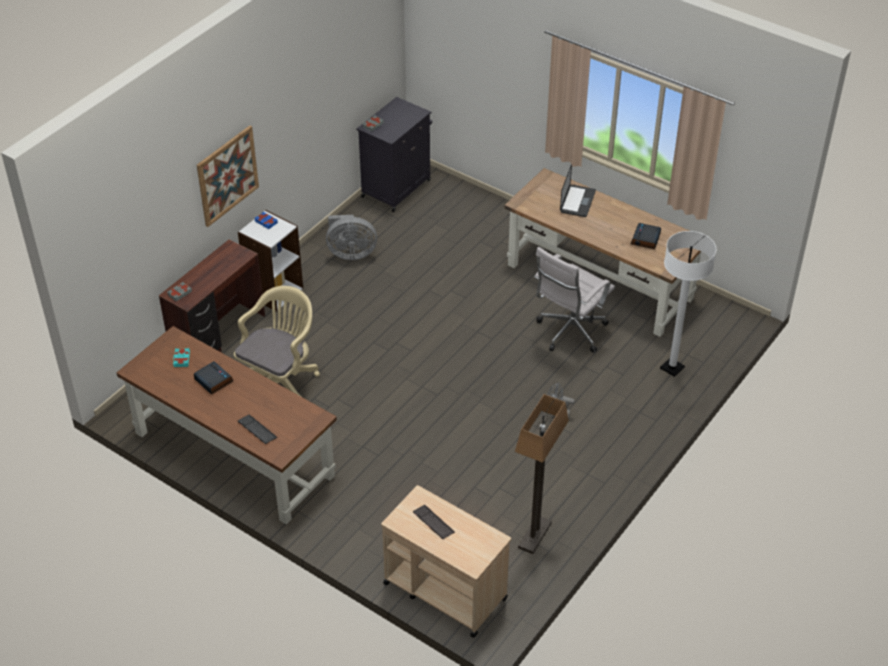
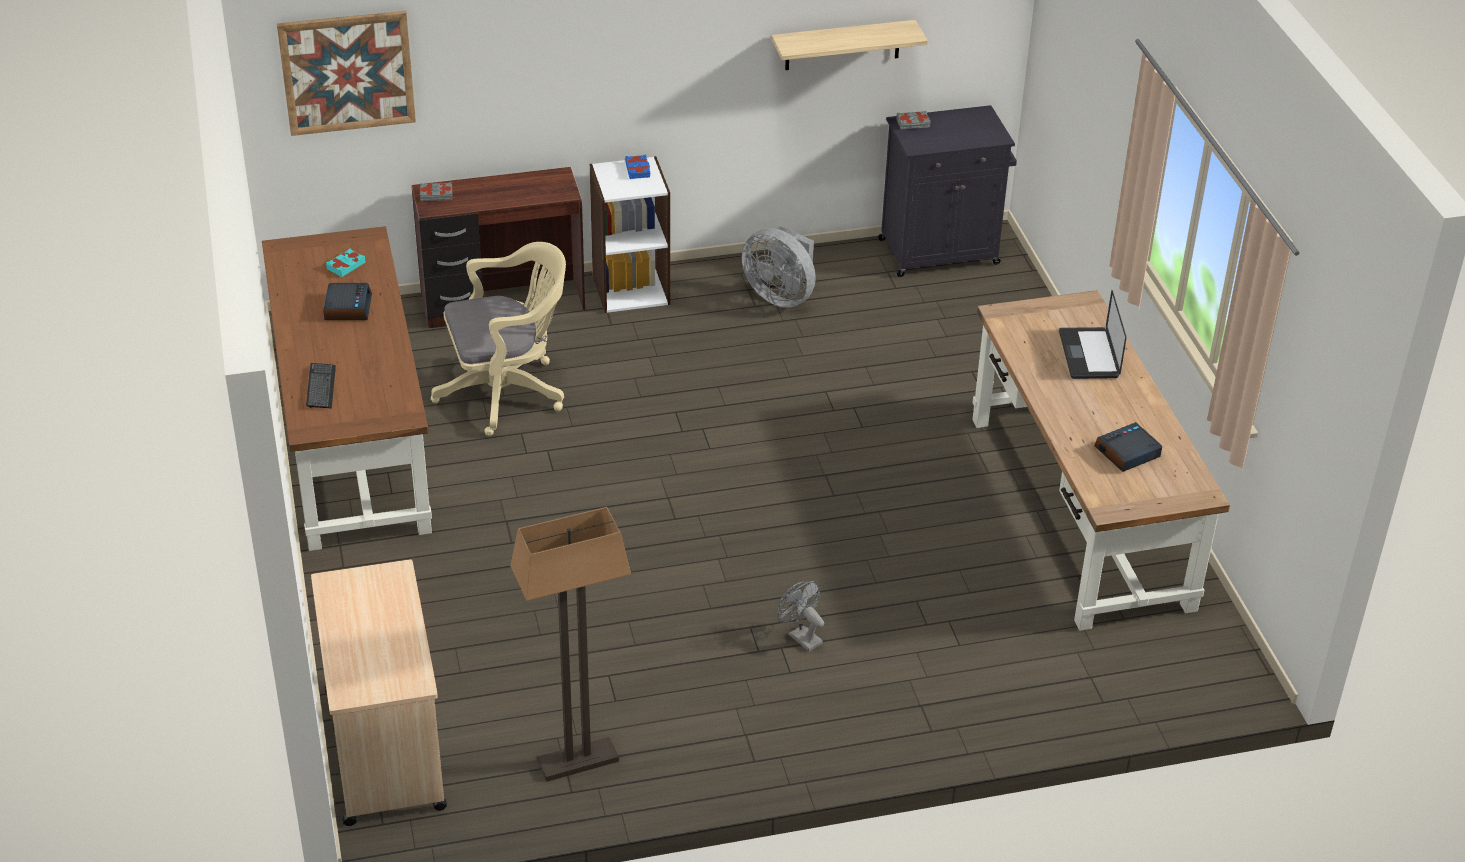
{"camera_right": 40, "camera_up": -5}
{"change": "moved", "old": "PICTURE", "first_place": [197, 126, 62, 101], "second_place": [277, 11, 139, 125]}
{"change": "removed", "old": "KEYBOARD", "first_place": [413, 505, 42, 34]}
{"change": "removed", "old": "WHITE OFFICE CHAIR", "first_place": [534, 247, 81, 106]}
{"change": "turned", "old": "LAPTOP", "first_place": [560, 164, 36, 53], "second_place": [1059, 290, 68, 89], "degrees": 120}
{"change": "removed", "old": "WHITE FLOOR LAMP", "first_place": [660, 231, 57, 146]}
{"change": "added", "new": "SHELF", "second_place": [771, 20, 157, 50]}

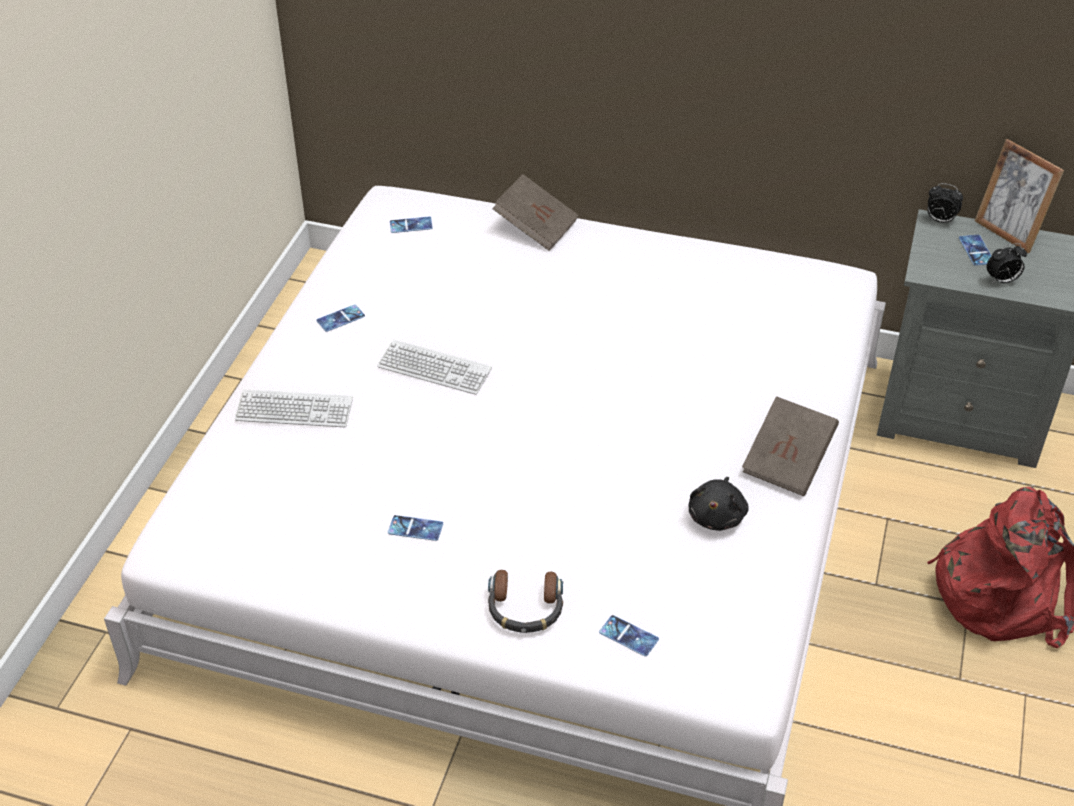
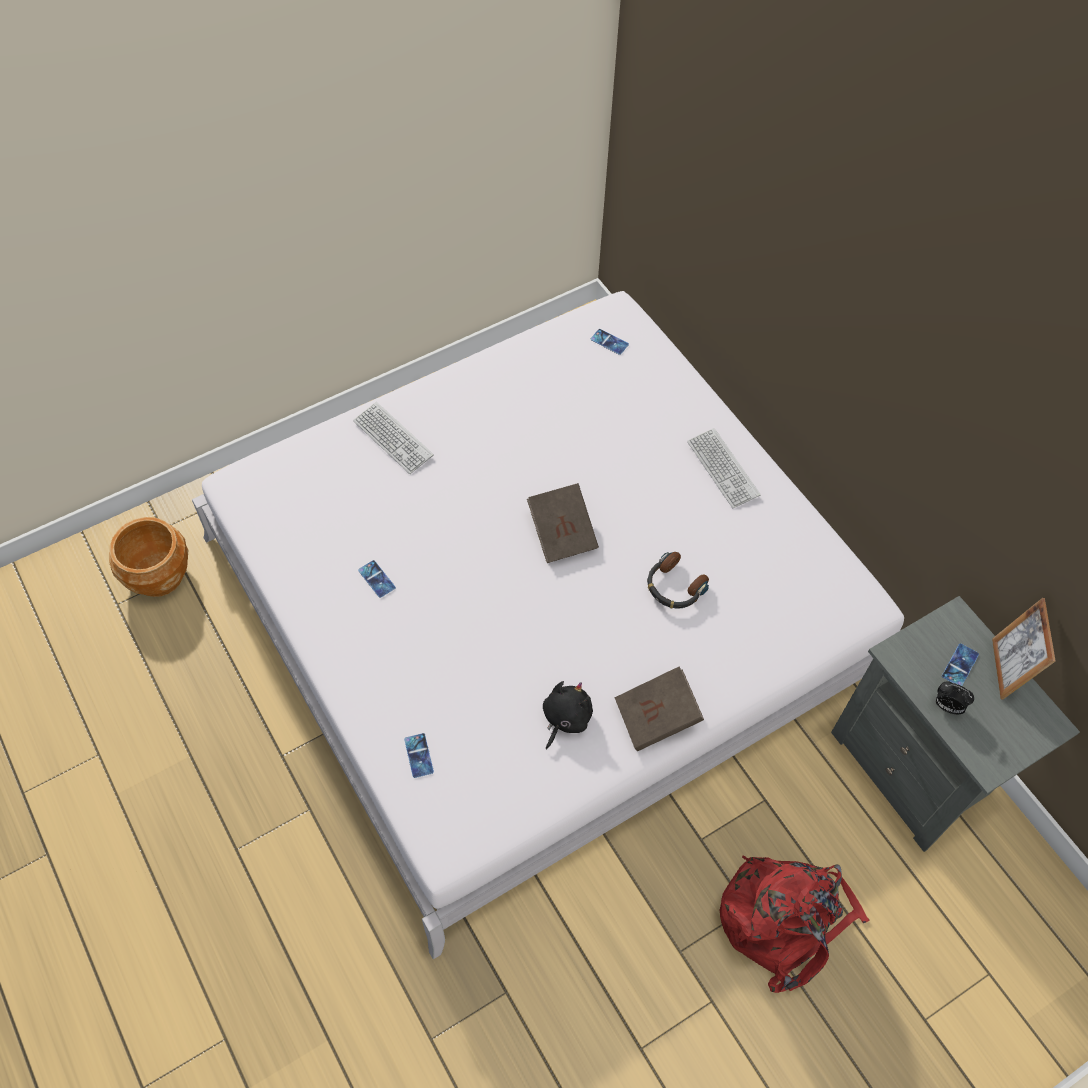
{"camera_right": 40, "camera_up": 15}
{"change": "removed", "old": "PHONE", "first_place": [316, 305, 49, 27]}
{"change": "moved", "old": "KEYBOARD", "first_place": [377, 339, 115, 56], "second_place": [687, 428, 74, 80]}
{"change": "moved", "old": "HEADPHONES", "first_place": [488, 570, 75, 63], "second_place": [647, 552, 62, 57]}
{"change": "moved", "old": "BROWN BOOK", "first_place": [492, 174, 87, 77], "second_place": [527, 483, 72, 80]}
{"change": "turned", "old": "BLACK PLUSH TOY", "first_place": [689, 477, 60, 54], "second_place": [543, 681, 50, 69], "degrees": 150}
{"change": "removed", "old": "ALARM CLOCK", "first_place": [927, 183, 36, 41]}
{"change": "added", "new": "BROWN PLANTER", "second_place": [109, 517, 79, 80]}

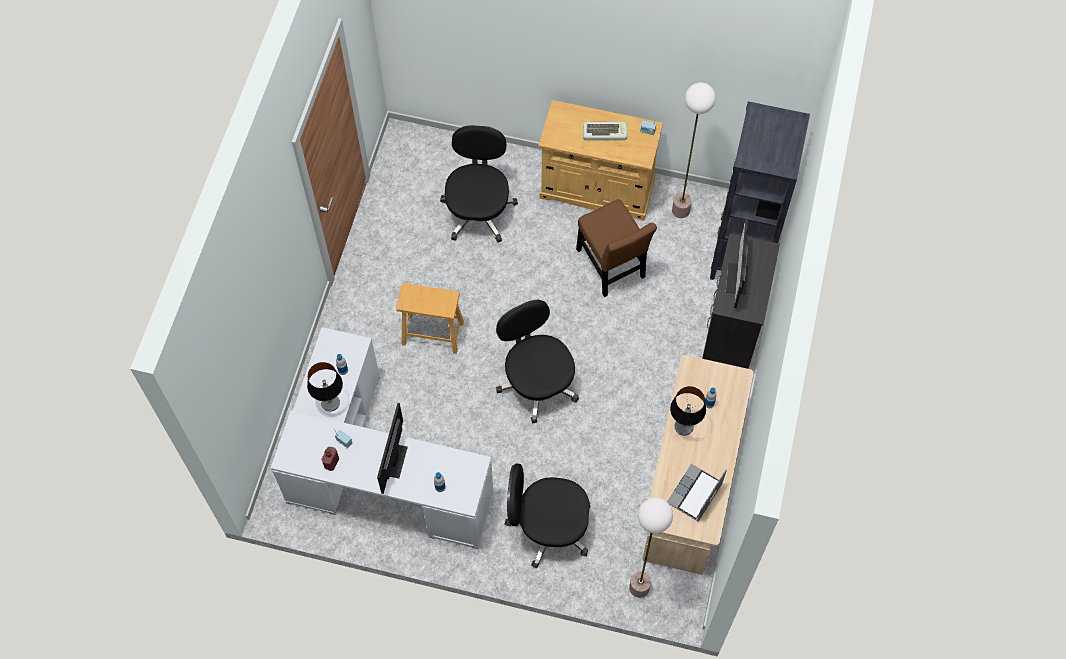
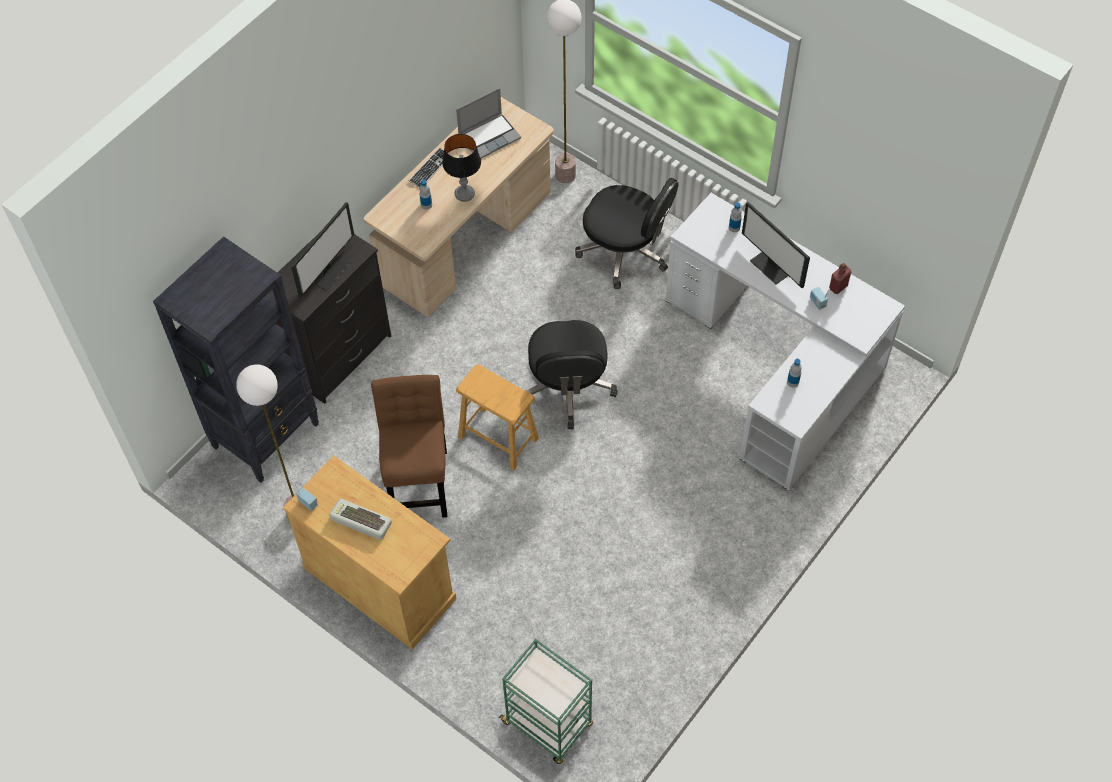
{"camera_right": -155, "camera_up": -5}
{"change": "removed", "old": "TABLE LAMP", "first_place": [307, 362, 36, 50]}
{"change": "turned", "old": "MONITOR", "first_place": [377, 403, 31, 91], "second_place": [742, 202, 68, 86], "degrees": 105}
{"change": "moved", "old": "BROWN STOOL", "first_place": [396, 283, 68, 71], "second_place": [456, 364, 83, 106]}
{"change": "removed", "old": "BLACK OFFICE CHAIR", "first_place": [440, 125, 78, 118]}
{"change": "added", "new": "KEYBOARD", "second_place": [408, 147, 43, 42]}
{"change": "added", "new": "GREEN CART", "second_place": [499, 639, 94, 125]}

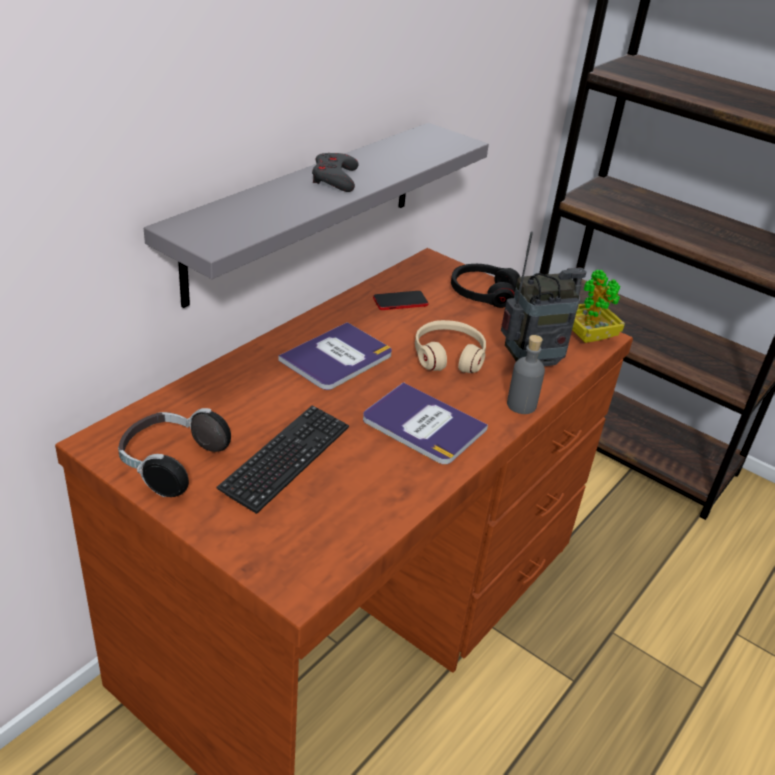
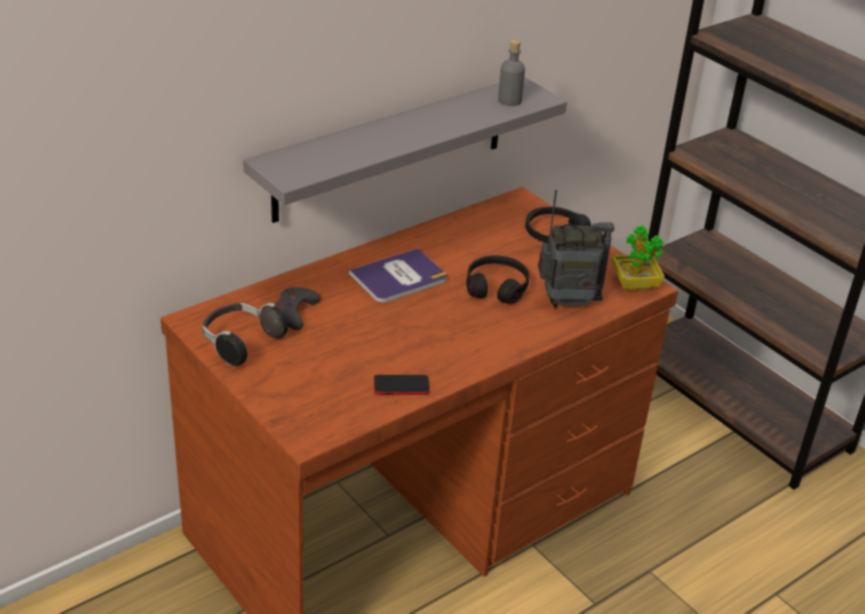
{"camera_right": 15, "camera_up": 0}
{"change": "removed", "old": "KEYBOARD", "first_place": [216, 405, 133, 109]}
{"change": "moved", "old": "GREY GAME CONTROLLER", "first_place": [312, 153, 47, 39], "second_place": [275, 287, 45, 43]}
{"change": "removed", "old": "BOOK", "first_place": [363, 382, 125, 83]}
{"change": "moved", "old": "PHONE", "first_place": [373, 291, 55, 19], "second_place": [374, 375, 56, 20]}
{"change": "recoloured", "old": "BEIGE HEADPHONES", "new": "BLACK HEADPHONES", "first_place": [415, 320, 71, 53], "second_place": [466, 255, 63, 49]}
{"change": "moved", "old": "GREY BOTTLE", "first_place": [507, 335, 38, 79], "second_place": [498, 40, 27, 66]}

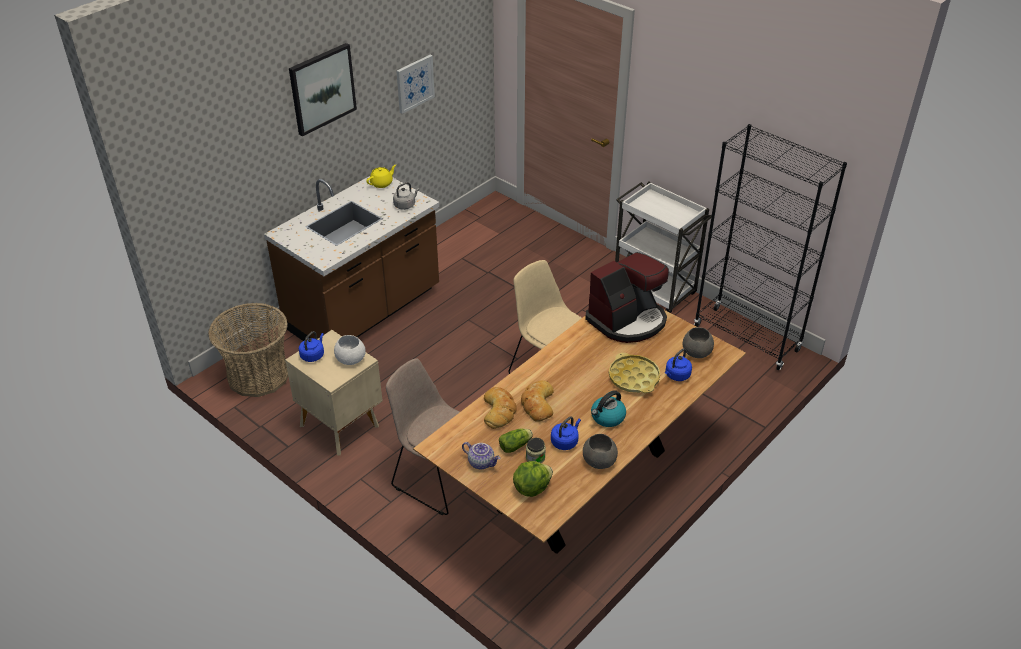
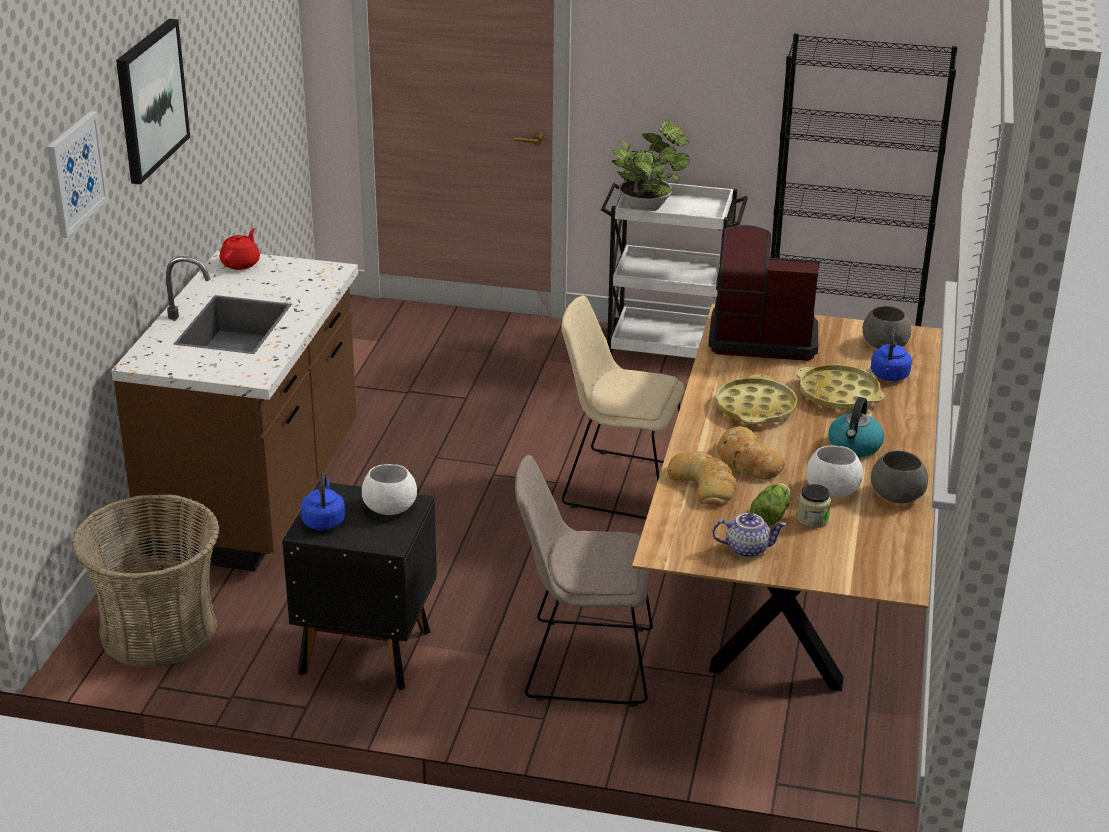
{"camera_right": -30, "camera_up": -10}
{"change": "recoloured", "old": "BEIGE NIGHTSTAND", "new": "BLACK NIGHTSTAND", "first_place": [285, 330, 98, 126], "second_place": [282, 481, 155, 209]}
{"change": "recoloured", "old": "YELLOW TEAPOT", "new": "RED TEAPOT", "first_place": [366, 165, 30, 23], "second_place": [220, 228, 40, 42]}
{"change": "removed", "old": "GREY KETTLE", "first_place": [393, 182, 26, 28]}
{"change": "moved", "old": "PICTURE", "first_place": [396, 55, 39, 59], "second_place": [47, 111, 62, 127]}
{"change": "removed", "old": "LETTUCE", "first_place": [513, 461, 40, 36]}
{"change": "replaced", "old": "BLUE KETTLE", "new": "WHITE BOWL", "first_place": [551, 416, 30, 34], "second_place": [806, 446, 57, 52]}
{"change": "turned", "old": "COFFEE MACHINE", "first_place": [585, 252, 84, 91], "second_place": [708, 225, 112, 136], "degrees": -105}
{"change": "added", "new": "POTTED PLANT", "second_place": [612, 120, 78, 91]}
{"change": "added", "new": "YELLOW TRAY", "second_place": [716, 374, 82, 50]}

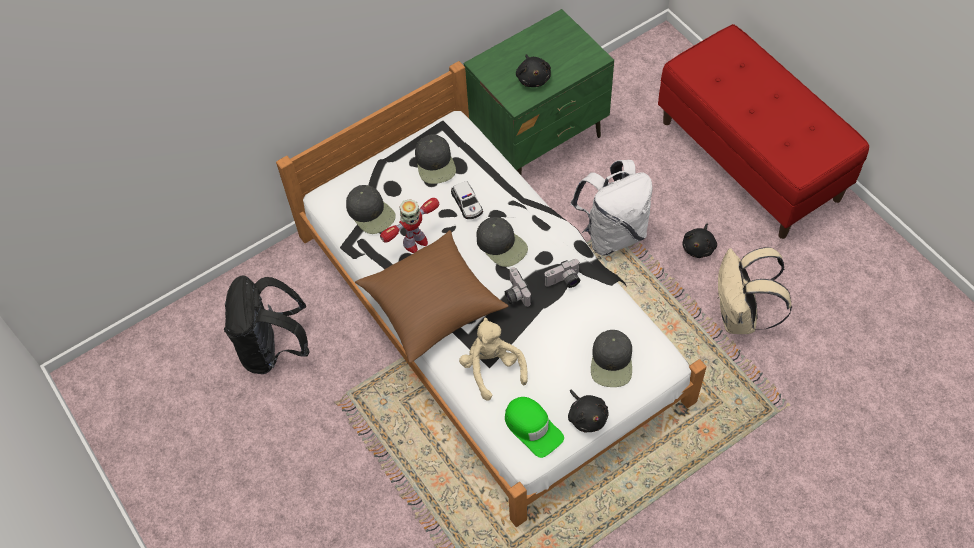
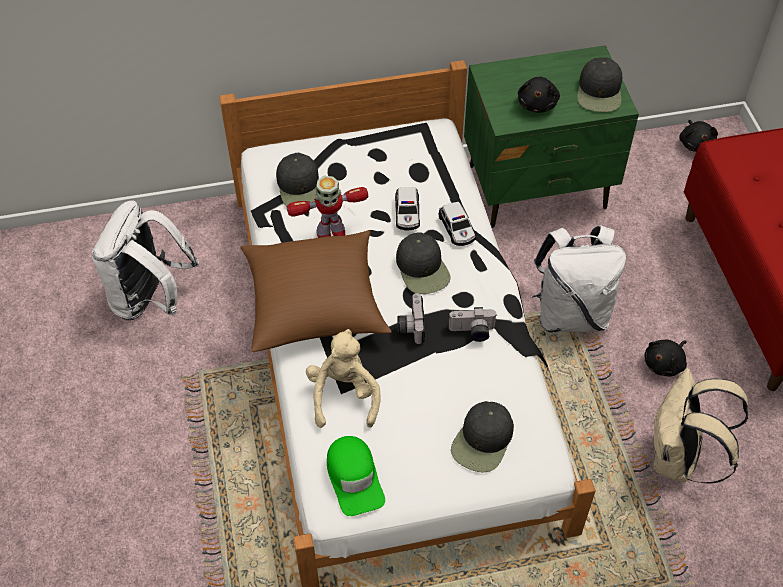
{"camera_right": 20, "camera_up": -5}
{"change": "recoloured", "old": "BLACK BACKPACK", "new": "WHITE BACKPACK", "first_place": [224, 275, 85, 99], "second_place": [92, 200, 107, 120]}
{"change": "moved", "old": "BLACK CAP", "first_place": [415, 134, 41, 50], "second_place": [577, 57, 45, 55]}
{"change": "moved", "old": "BLACK PLUSH TOY", "first_place": [568, 389, 41, 43], "second_place": [679, 120, 39, 32]}
{"change": "added", "new": "TOY CAR", "second_place": [439, 202, 37, 44]}

